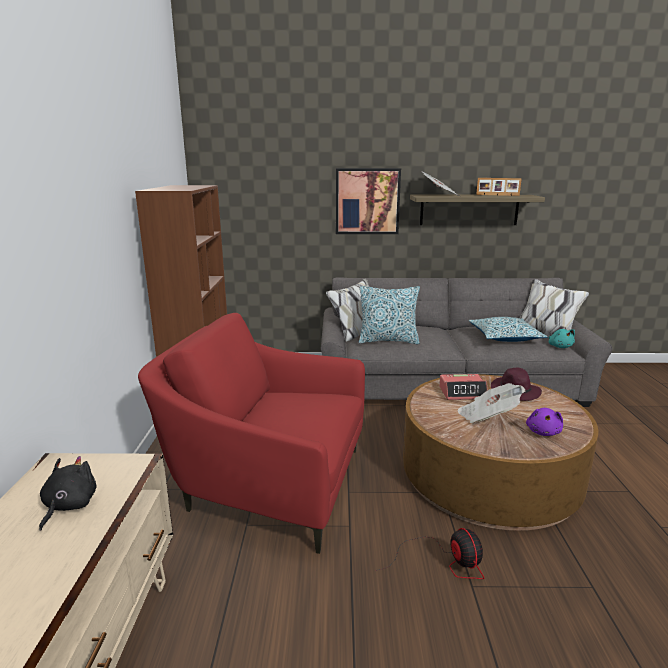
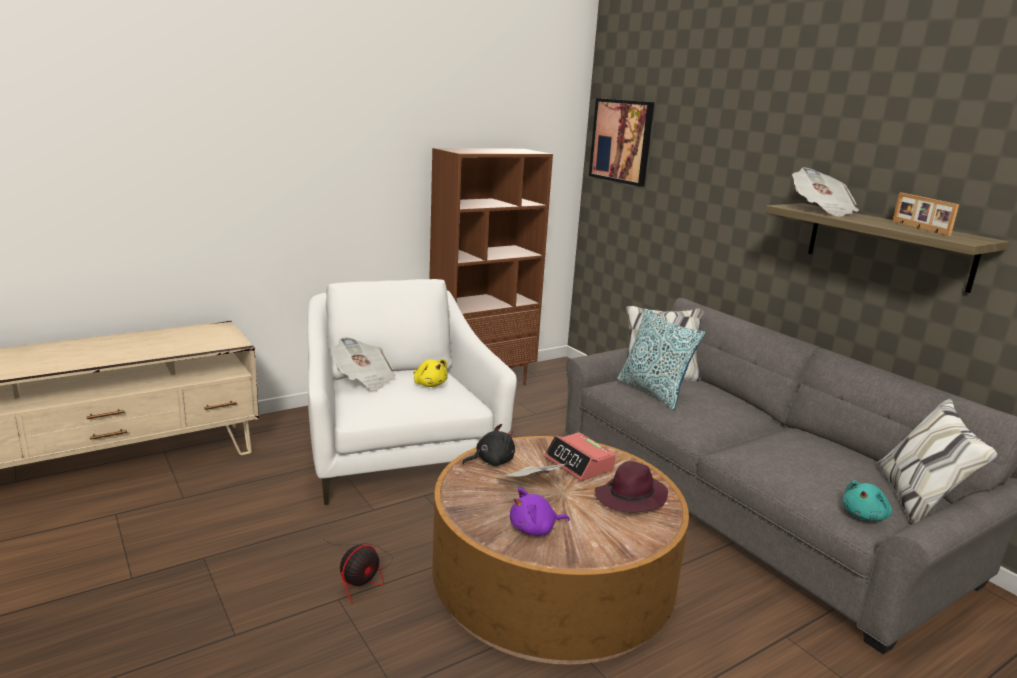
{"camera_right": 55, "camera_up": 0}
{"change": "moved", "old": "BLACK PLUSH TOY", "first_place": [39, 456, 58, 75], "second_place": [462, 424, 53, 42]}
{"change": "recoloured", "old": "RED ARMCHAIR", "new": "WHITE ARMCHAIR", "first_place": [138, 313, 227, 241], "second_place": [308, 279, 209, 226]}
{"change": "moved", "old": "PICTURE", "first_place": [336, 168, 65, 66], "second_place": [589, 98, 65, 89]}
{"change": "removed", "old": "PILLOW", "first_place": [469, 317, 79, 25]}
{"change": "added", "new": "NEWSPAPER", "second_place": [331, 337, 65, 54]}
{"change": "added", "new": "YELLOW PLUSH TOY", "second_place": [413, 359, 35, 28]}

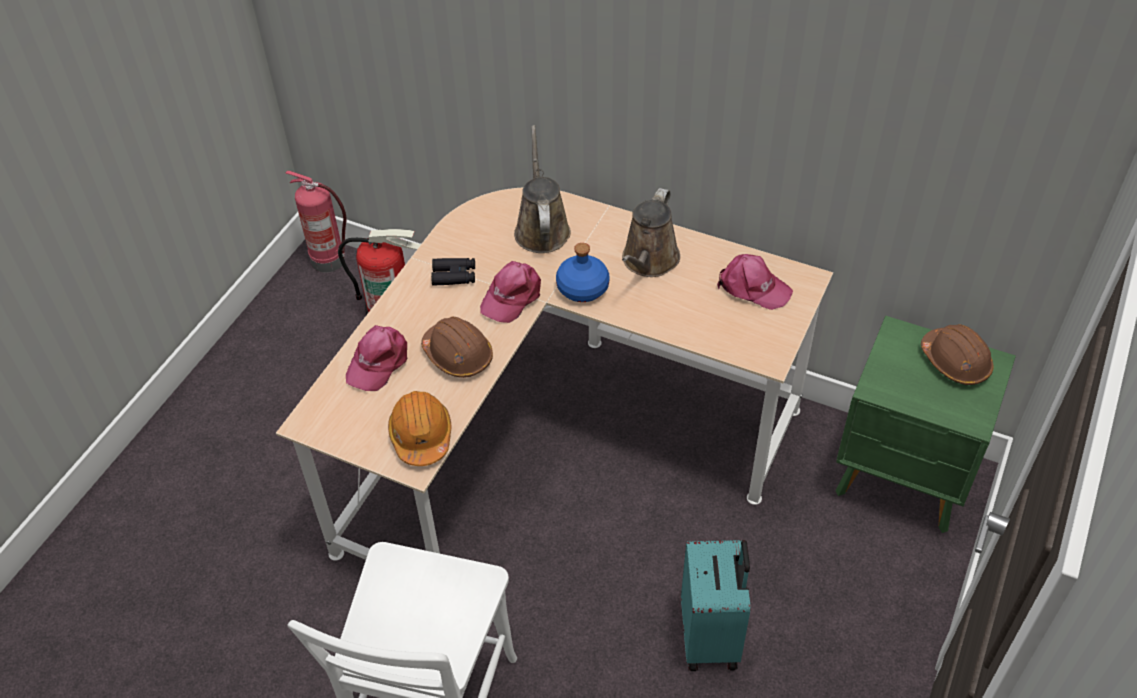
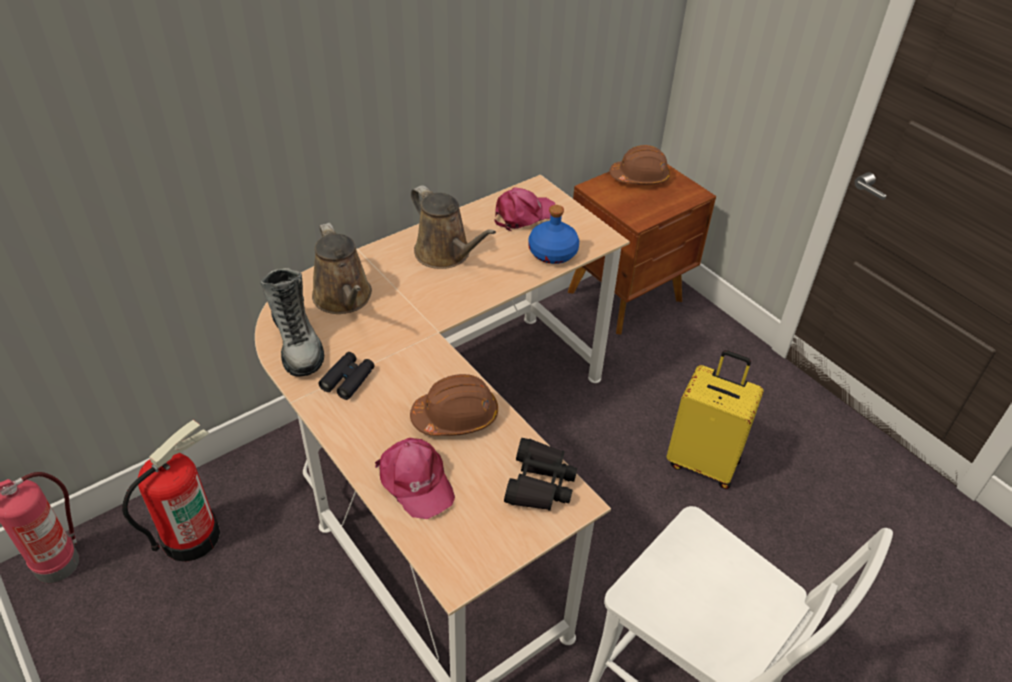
{"camera_right": -65, "camera_up": -5}
{"change": "replaced", "old": "ORANGE HARD HAT", "new": "BLACK BINOCULARS", "first_place": [388, 391, 64, 75], "second_place": [504, 438, 73, 73]}
{"change": "removed", "old": "PINK CAP", "first_place": [480, 261, 61, 62]}
{"change": "turned", "old": "BROWN WATERING CAN", "first_place": [514, 125, 57, 128], "second_place": [312, 223, 60, 91], "degrees": -135}
{"change": "moved", "old": "BLUE BOTTLE", "first_place": [556, 243, 54, 59], "second_place": [528, 205, 51, 59]}
{"change": "recoloured", "old": "TURQUOISE SUITCASE", "new": "YELLOW SUITCASE", "first_place": [681, 540, 69, 131], "second_place": [667, 350, 97, 139]}
{"change": "recoloured", "old": "GREEN NIGHTSTAND", "new": "BROWN NIGHTSTAND", "first_place": [835, 316, 181, 217], "second_place": [568, 164, 148, 171]}
{"change": "added", "new": "BOOT", "second_place": [261, 268, 63, 109]}

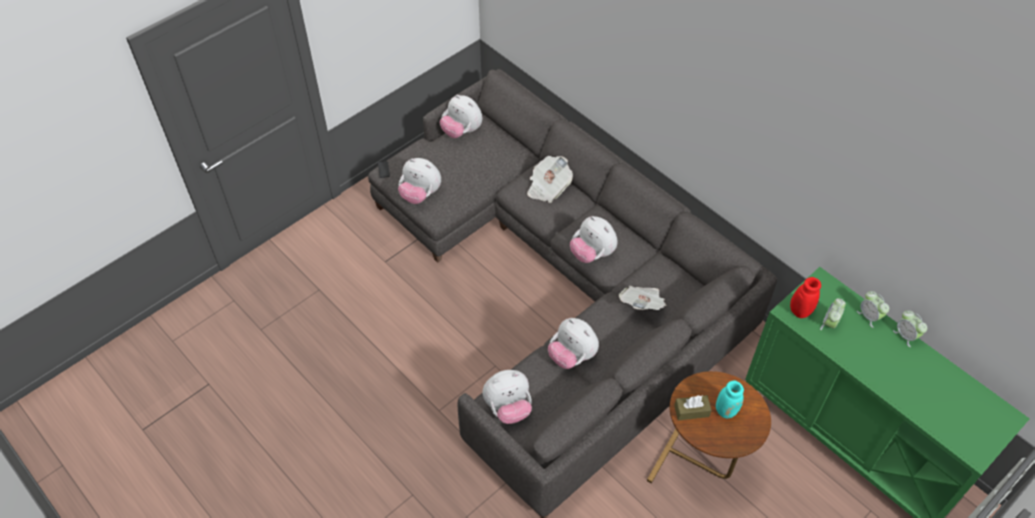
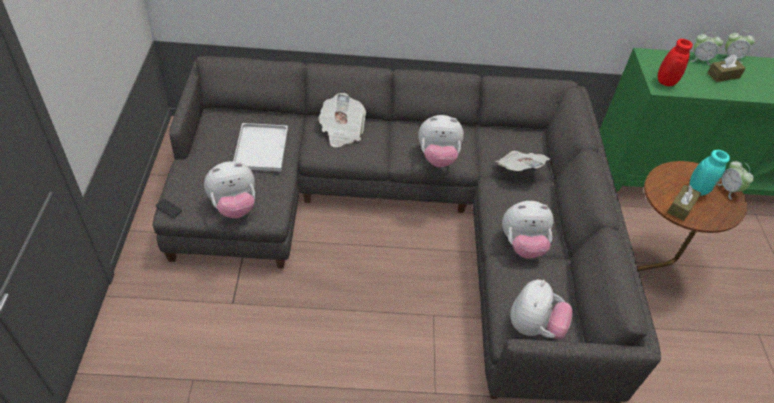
{"camera_right": -50, "camera_up": -5}
{"change": "removed", "old": "PLUSH TOY", "first_place": [440, 95, 43, 43]}
{"change": "moved", "old": "ALARM CLOCK", "first_place": [820, 298, 26, 32], "second_place": [717, 161, 37, 39]}
{"change": "added", "new": "WHITE TRAY", "second_place": [233, 123, 55, 48]}
{"change": "added", "new": "BROWN TISSUE BOX", "second_place": [707, 54, 39, 28]}

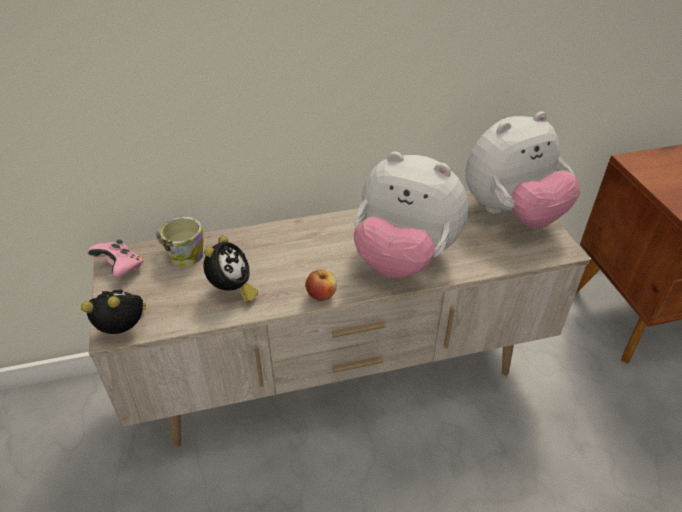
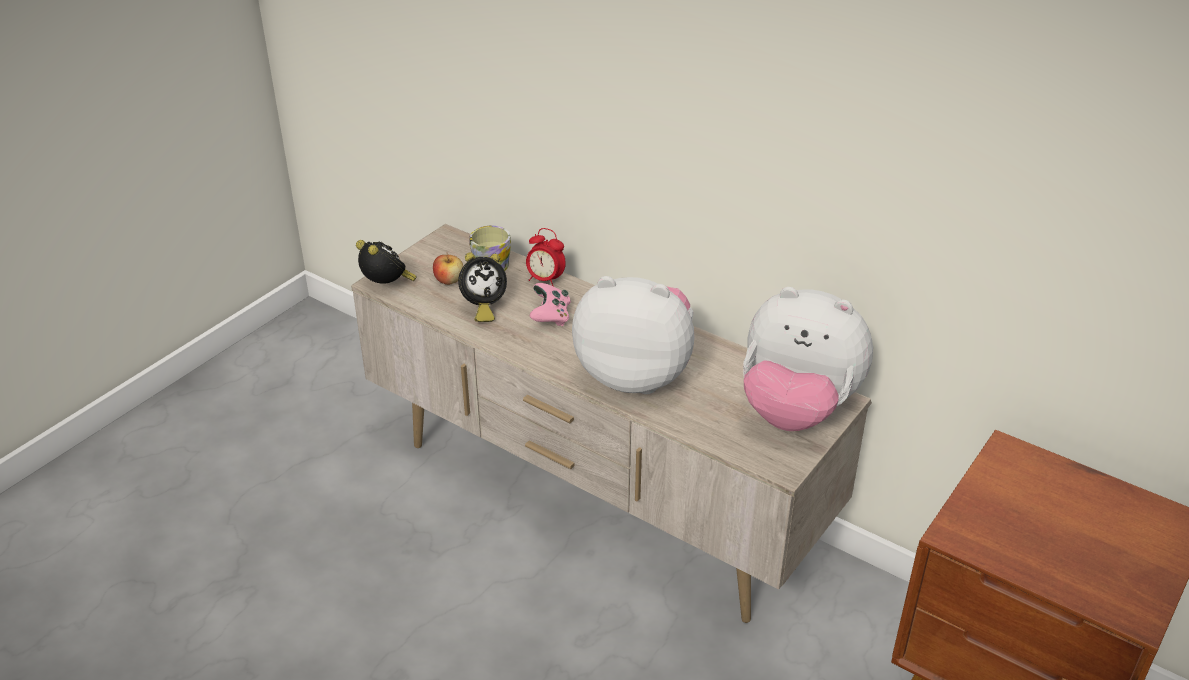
{"camera_right": 50, "camera_up": -5}
{"change": "moved", "old": "PINK GAME CONTROLLER", "first_place": [87, 239, 56, 38], "second_place": [529, 283, 42, 43]}
{"change": "moved", "old": "APPLE", "first_place": [305, 269, 32, 32], "second_place": [433, 254, 30, 31]}
{"change": "turned", "old": "PLUSH TOY", "first_place": [353, 151, 115, 127], "second_place": [572, 276, 122, 118], "degrees": 120}
{"change": "added", "new": "ALARM CLOCK", "second_place": [526, 228, 40, 58]}

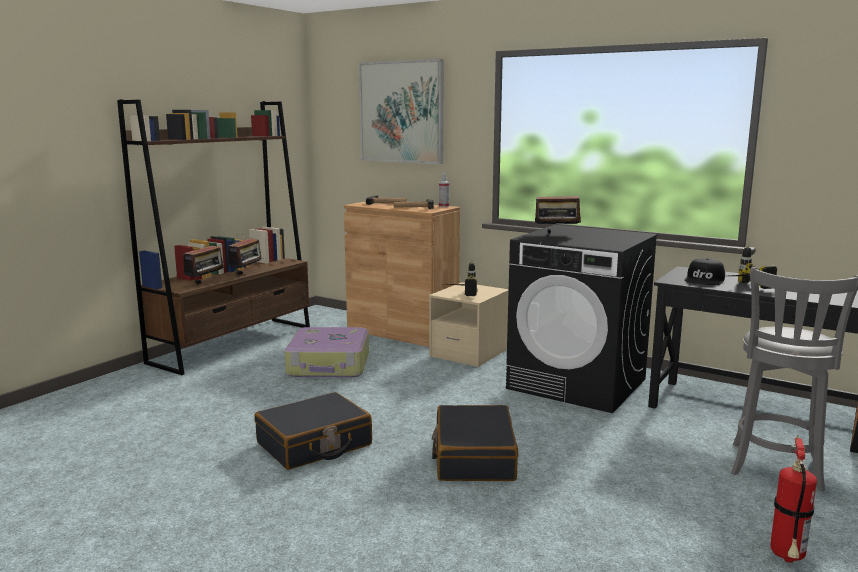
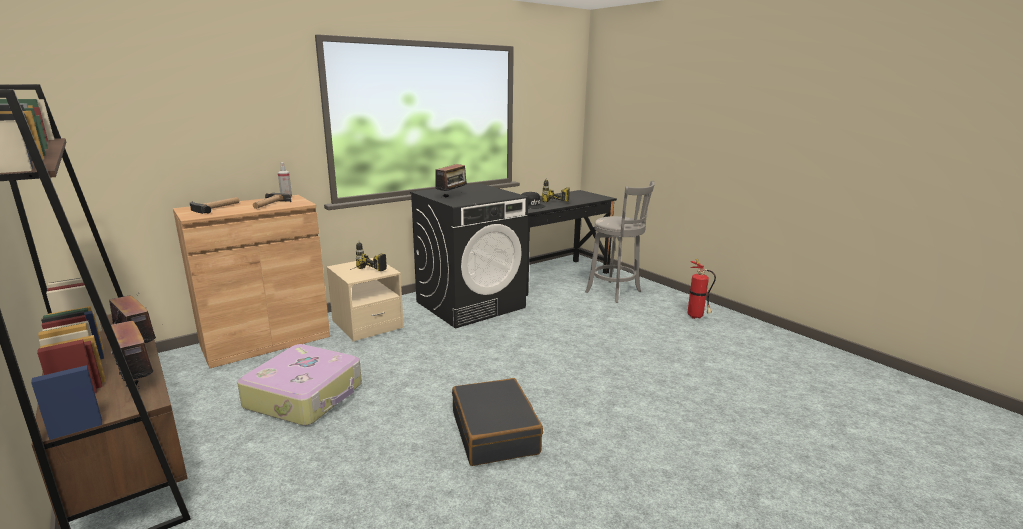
{"camera_right": -70, "camera_up": 5}
{"change": "removed", "old": "PICTURE", "first_place": [359, 59, 85, 105]}
{"change": "removed", "old": "BLACK SUITCASE", "first_place": [432, 405, 86, 76]}

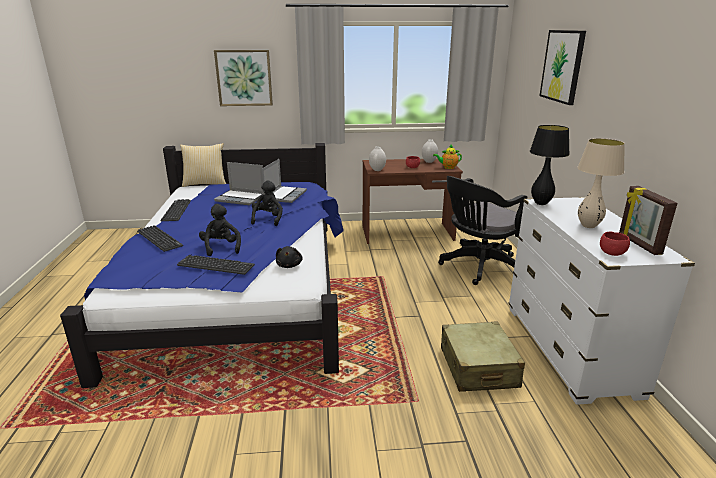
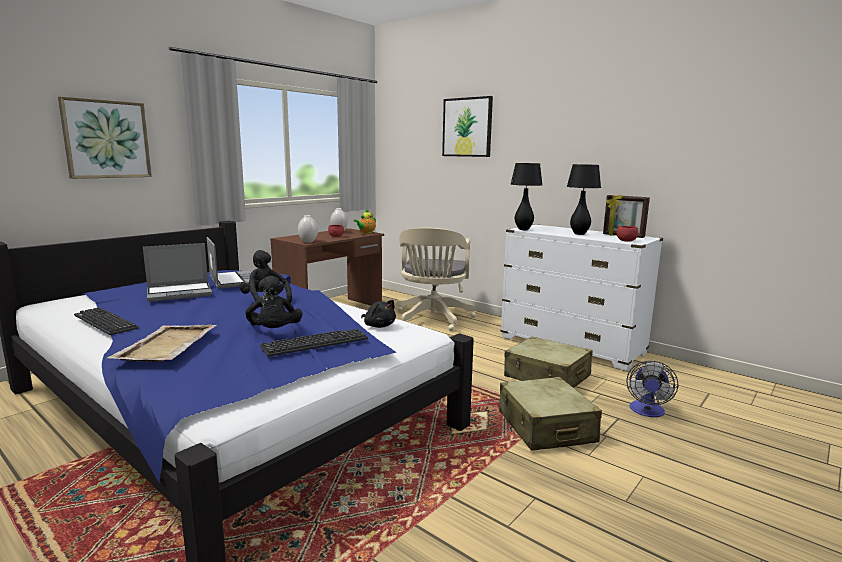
{"camera_right": -45, "camera_up": -10}
{"change": "replaced", "old": "KEYBOARD", "new": "BEIGE TRAY", "first_place": [137, 225, 46, 27], "second_place": [106, 324, 111, 38]}
{"change": "removed", "old": "PILLOW", "first_place": [180, 143, 46, 44]}
{"change": "turned", "old": "BLACK PLUSH TOY", "first_place": [199, 204, 42, 52], "second_place": [245, 276, 58, 52], "degrees": -135}
{"change": "recoloured", "old": "BLACK OFFICE CHAIR", "new": "BEIGE OFFICE CHAIR", "first_place": [438, 176, 90, 109], "second_place": [396, 228, 80, 103]}
{"change": "recoloured", "old": "BEIGE TABLE LAMP", "new": "BLACK TABLE LAMP", "first_place": [577, 138, 48, 90], "second_place": [567, 164, 34, 71]}
{"change": "added", "new": "BEIGE SUITCASE", "second_place": [499, 377, 103, 74]}
{"change": "added", "new": "FAN", "second_place": [626, 361, 52, 56]}

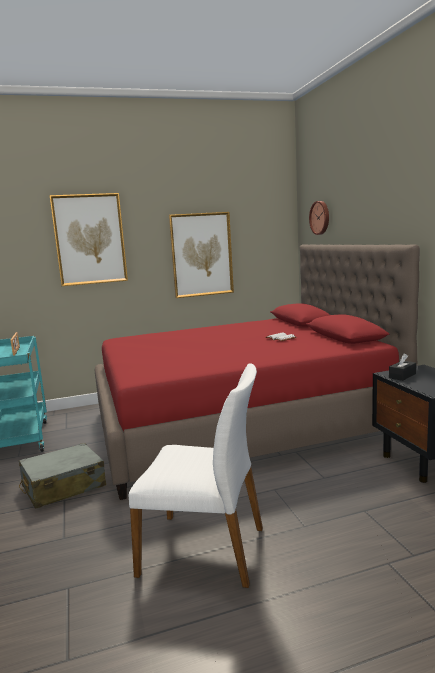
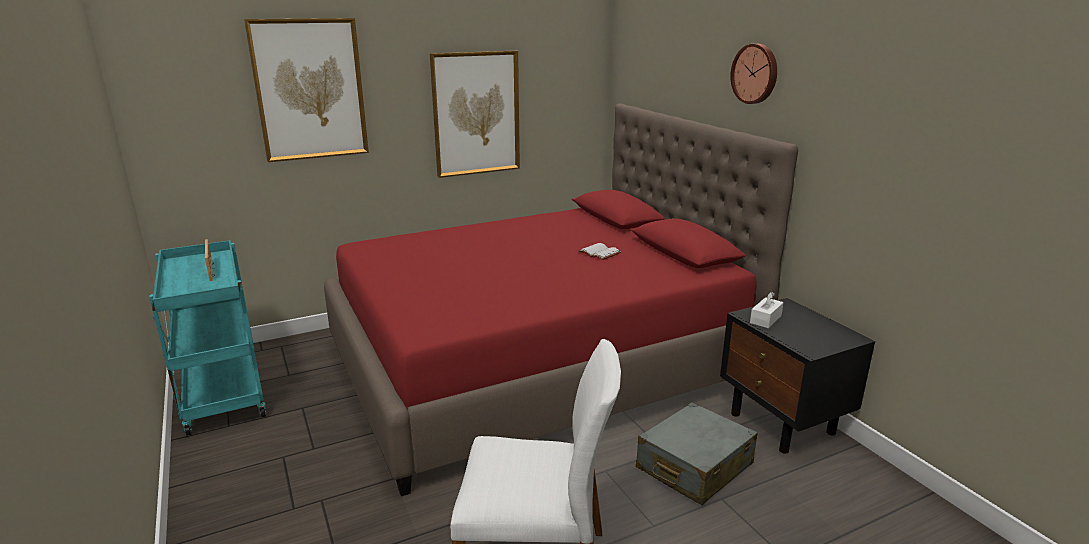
{"camera_right": -10, "camera_up": 10}
{"change": "moved", "old": "GREY SUITCASE", "first_place": [19, 443, 87, 65], "second_place": [636, 402, 122, 103]}
{"change": "moved", "old": "WALL CLOCK", "first_place": [309, 201, 20, 34], "second_place": [730, 44, 47, 60]}
{"change": "recoloured", "old": "BLACK TISSUE BOX", "new": "WHITE TISSUE BOX", "first_place": [389, 353, 27, 28], "second_place": [750, 292, 34, 36]}

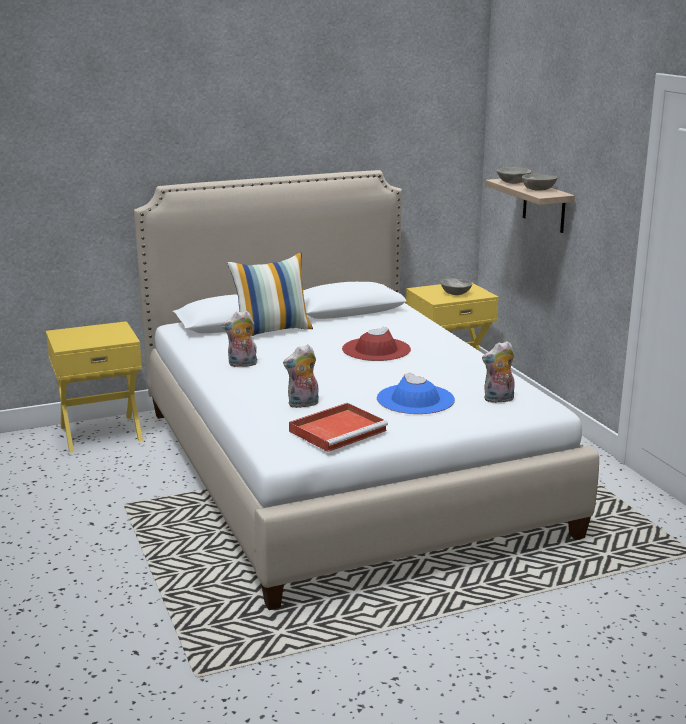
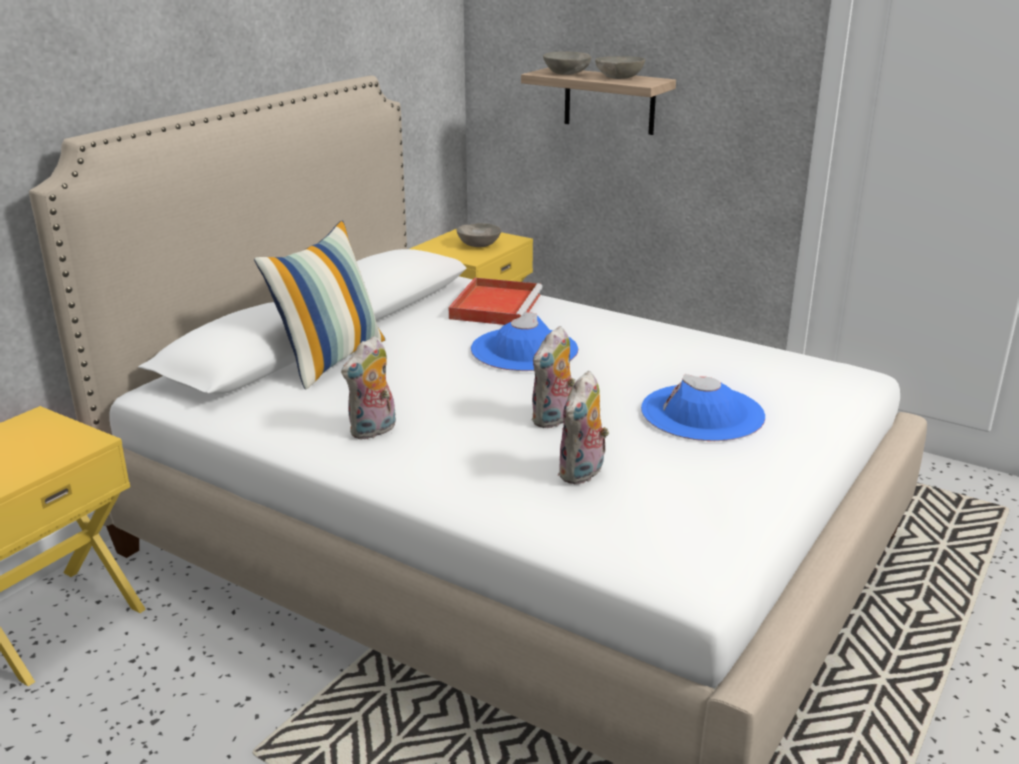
{"camera_right": -35, "camera_up": 5}
{"change": "moved", "old": "RED TRAY", "first_place": [289, 403, 99, 49], "second_place": [449, 278, 94, 47]}
{"change": "recoloured", "old": "RED HAT", "new": "BLUE HAT", "first_place": [342, 327, 69, 34], "second_place": [471, 312, 107, 59]}
{"change": "moved", "old": "PLUSH TOY", "first_place": [482, 341, 33, 62], "second_place": [531, 326, 44, 102]}

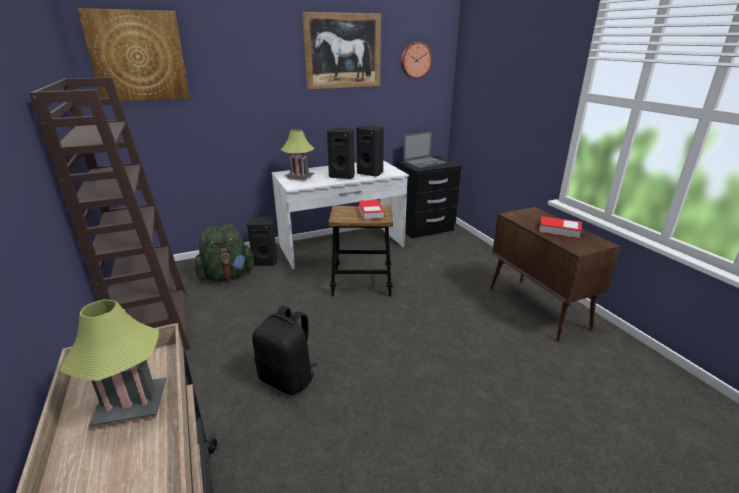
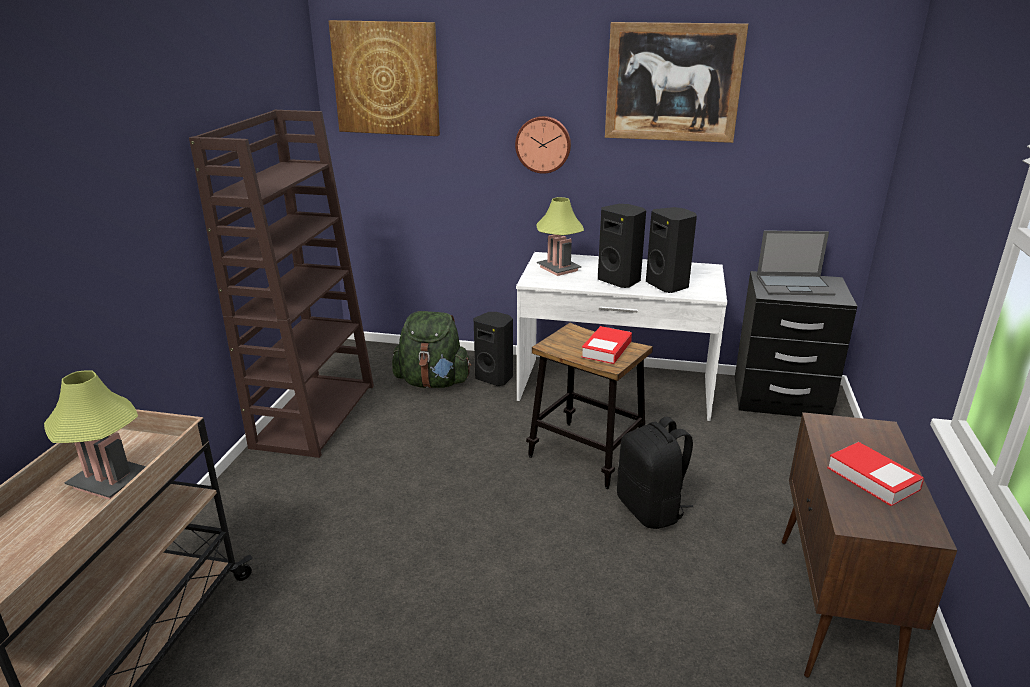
{"camera_right": 35, "camera_up": 0}
{"change": "moved", "old": "BLACK BACKPACK", "first_place": [252, 306, 64, 89], "second_place": [617, 417, 76, 112]}
{"change": "moved", "old": "WALL CLOCK", "first_place": [401, 42, 31, 37], "second_place": [515, 116, 56, 58]}

